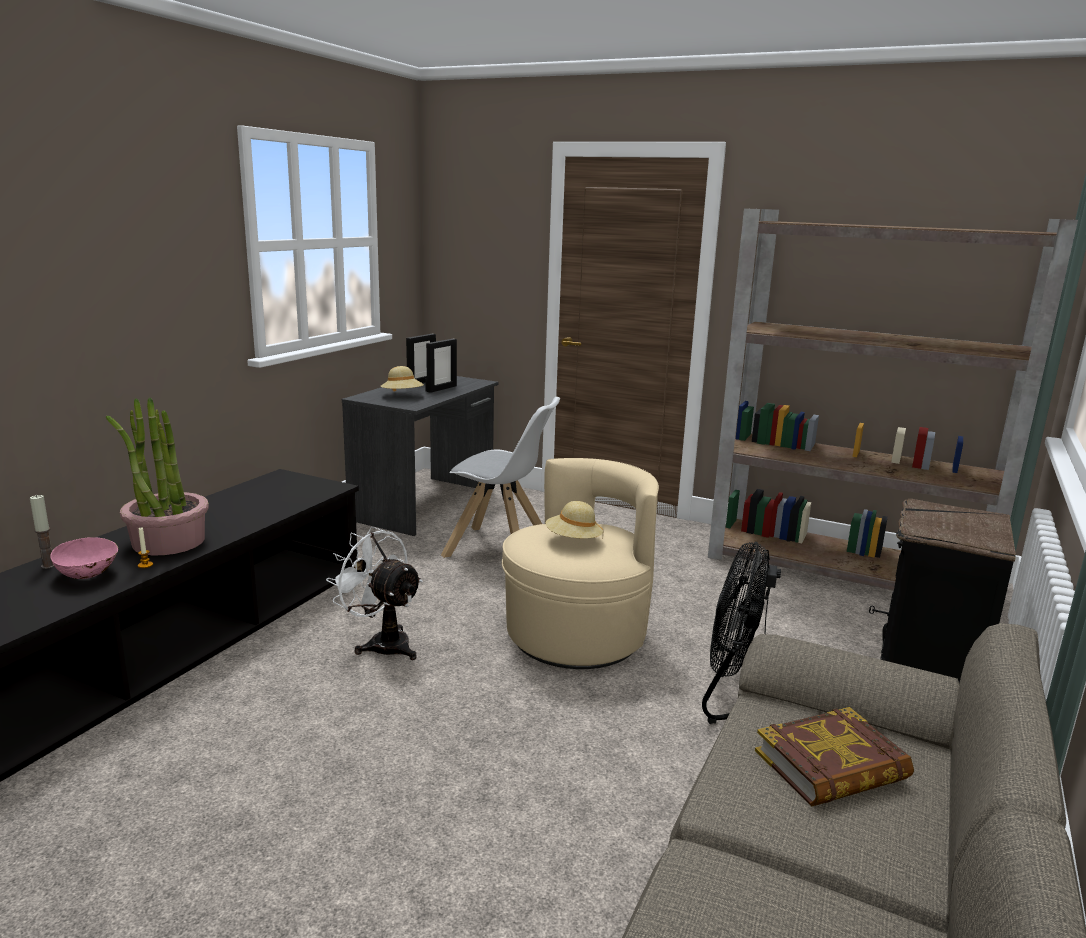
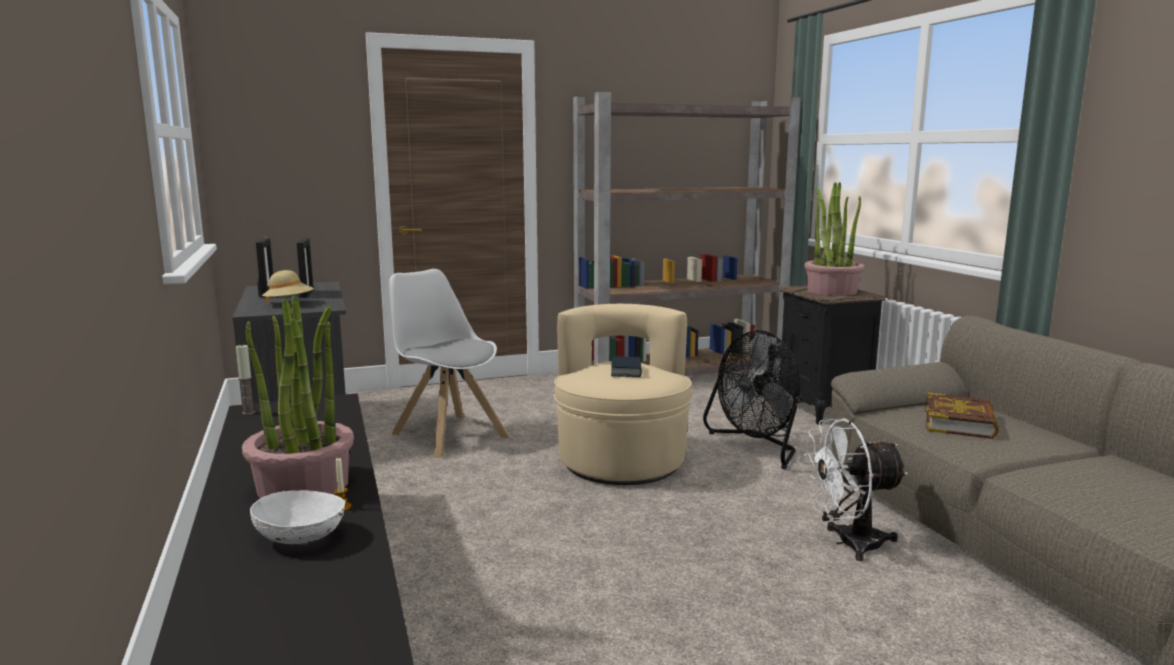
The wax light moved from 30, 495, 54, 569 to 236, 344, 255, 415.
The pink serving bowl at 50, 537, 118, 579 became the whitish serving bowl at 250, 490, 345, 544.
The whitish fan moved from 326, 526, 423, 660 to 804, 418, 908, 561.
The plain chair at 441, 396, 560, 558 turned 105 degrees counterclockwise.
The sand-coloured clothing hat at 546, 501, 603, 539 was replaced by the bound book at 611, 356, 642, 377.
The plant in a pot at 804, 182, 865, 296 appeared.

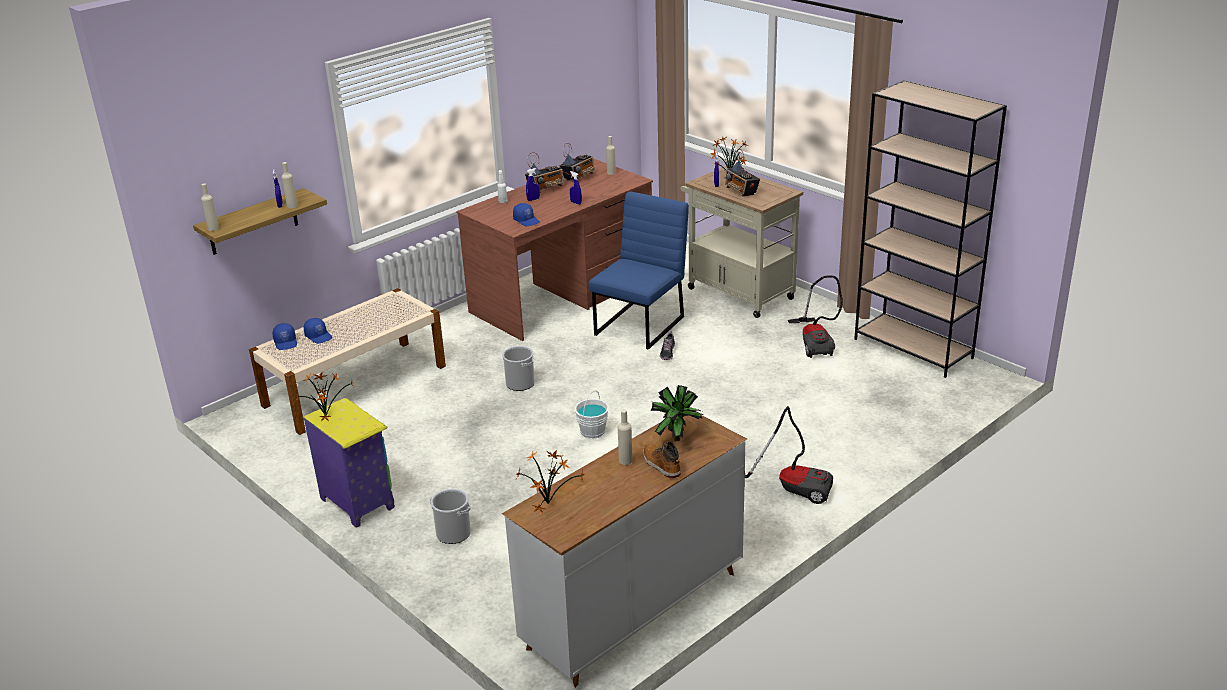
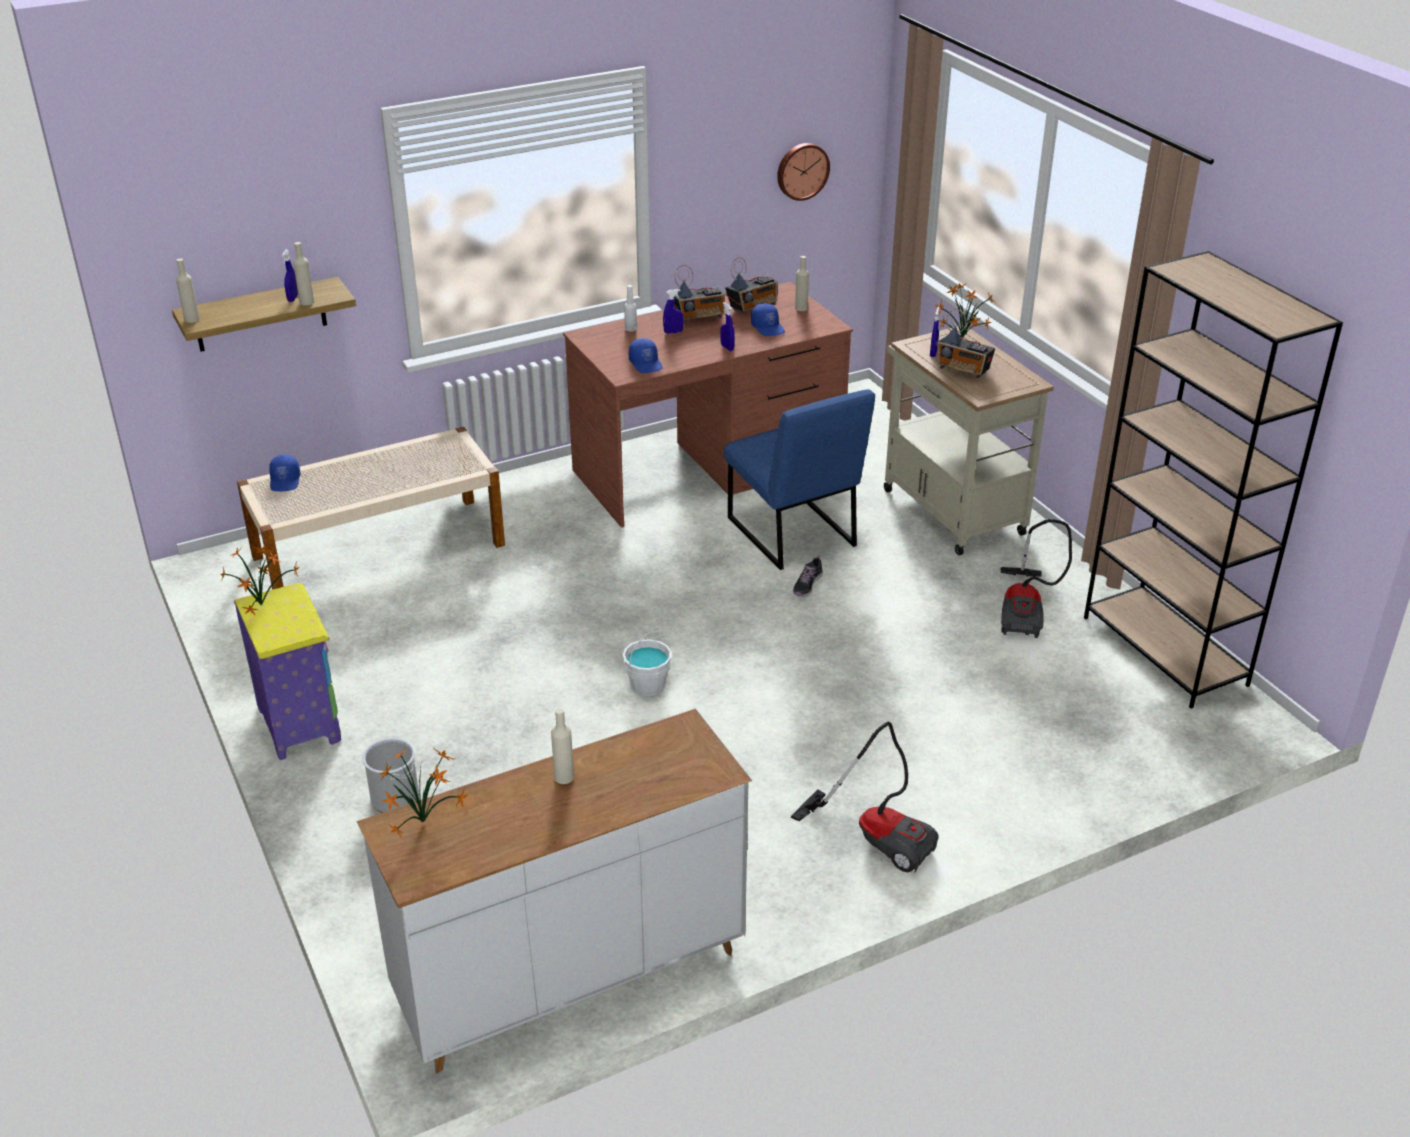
The blue cap moved from 304, 318, 333, 344 to 751, 303, 785, 336.
The bucket at 502, 346, 535, 391 disappeared.
The blue plain chair at 589, 192, 689, 350 turned 105 degrees clockwise.
The high-top boot at 643, 441, 681, 478 disappeared.
The plant in a pot at 650, 385, 703, 441 disappeared.
The radio receiver at 725, 149, 760, 196 turned 45 degrees counterclockwise.
The clock on the wall at 777, 143, 830, 201 appeared.

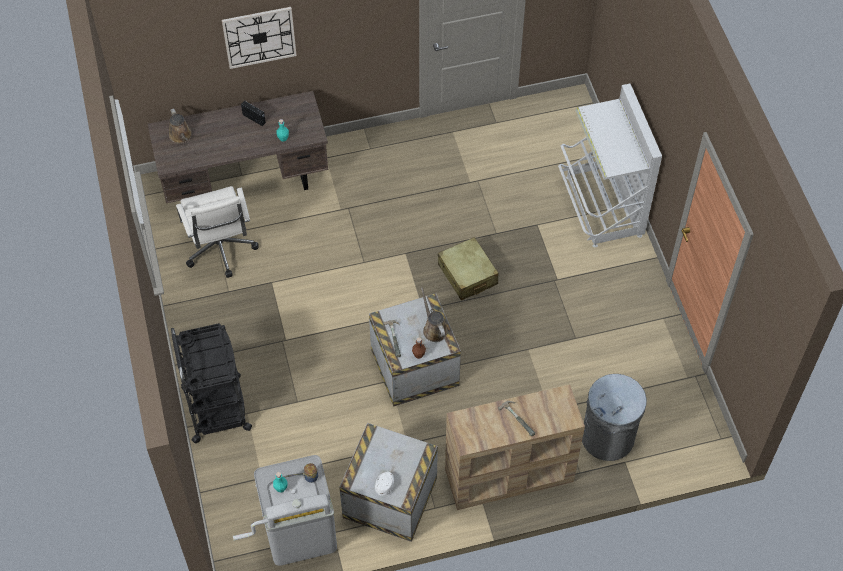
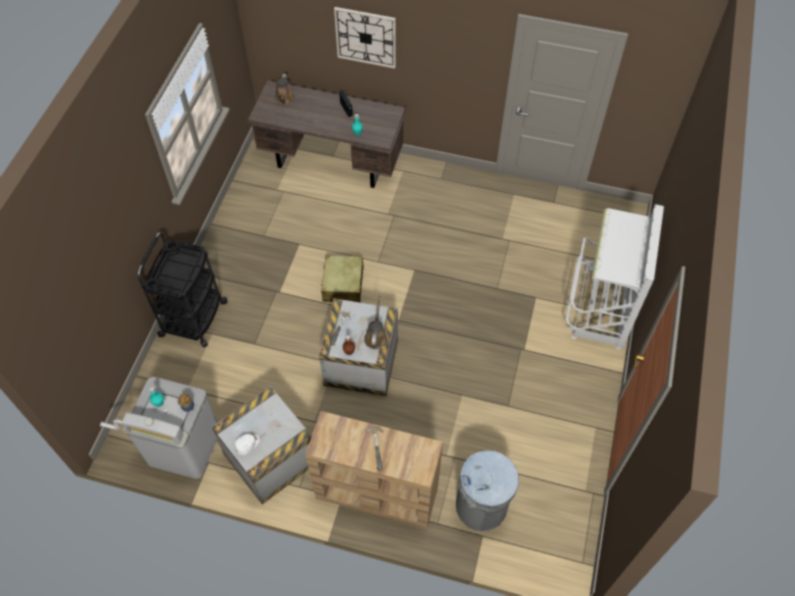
The whitish desk chair at 176, 186, 259, 278 disappeared.
The sand-coloured piece of luggage moved from 438, 237, 499, 300 to 321, 255, 364, 302.

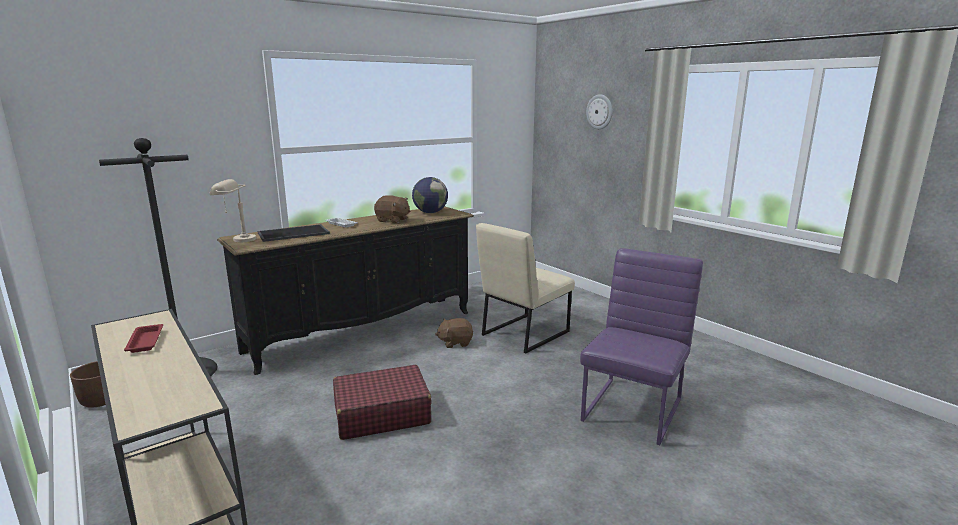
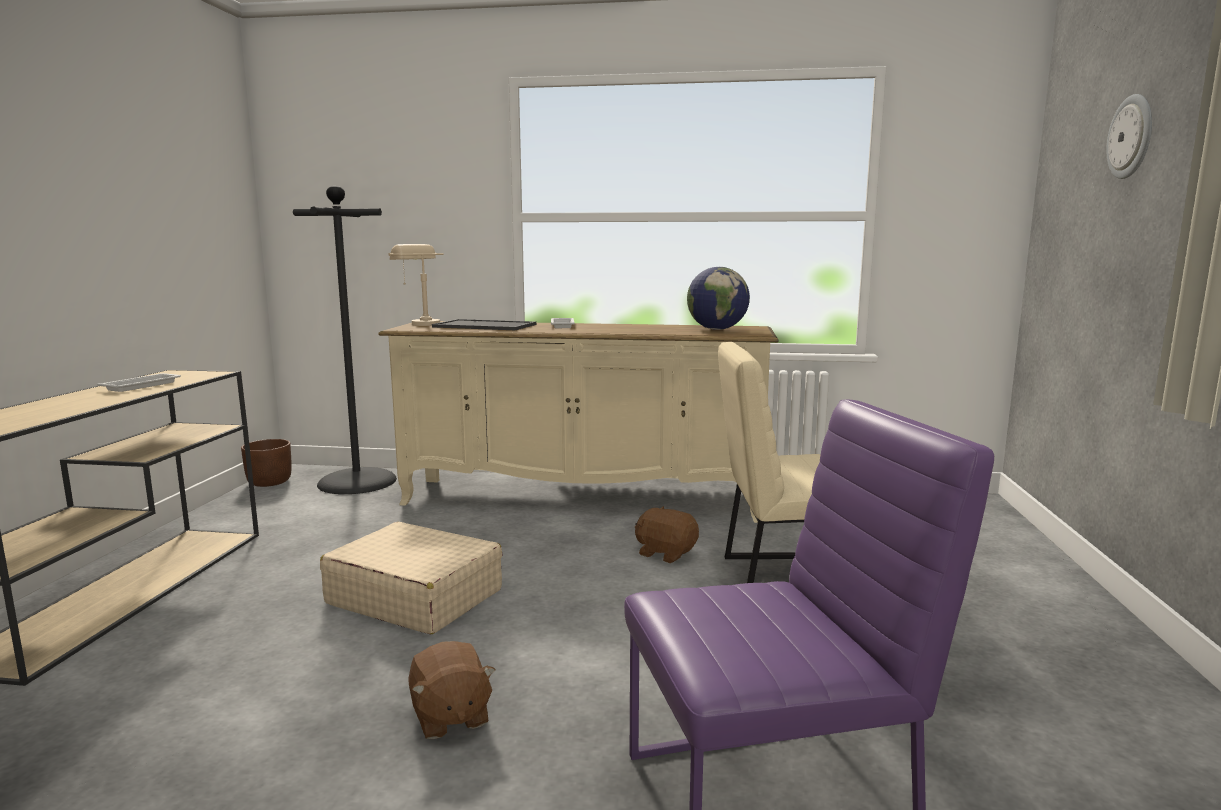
The reddish carrying tray at 124, 324, 163, 353 became the whitish carrying tray at 97, 373, 181, 392.
The black drawer chest at 217, 206, 474, 375 became the sand-coloured drawer chest at 378, 321, 779, 523.
The reddish piece of luggage at 333, 365, 432, 440 became the sand-coloured piece of luggage at 320, 522, 502, 635.
The brownish plush toy moved from 374, 195, 410, 223 to 408, 641, 495, 739.

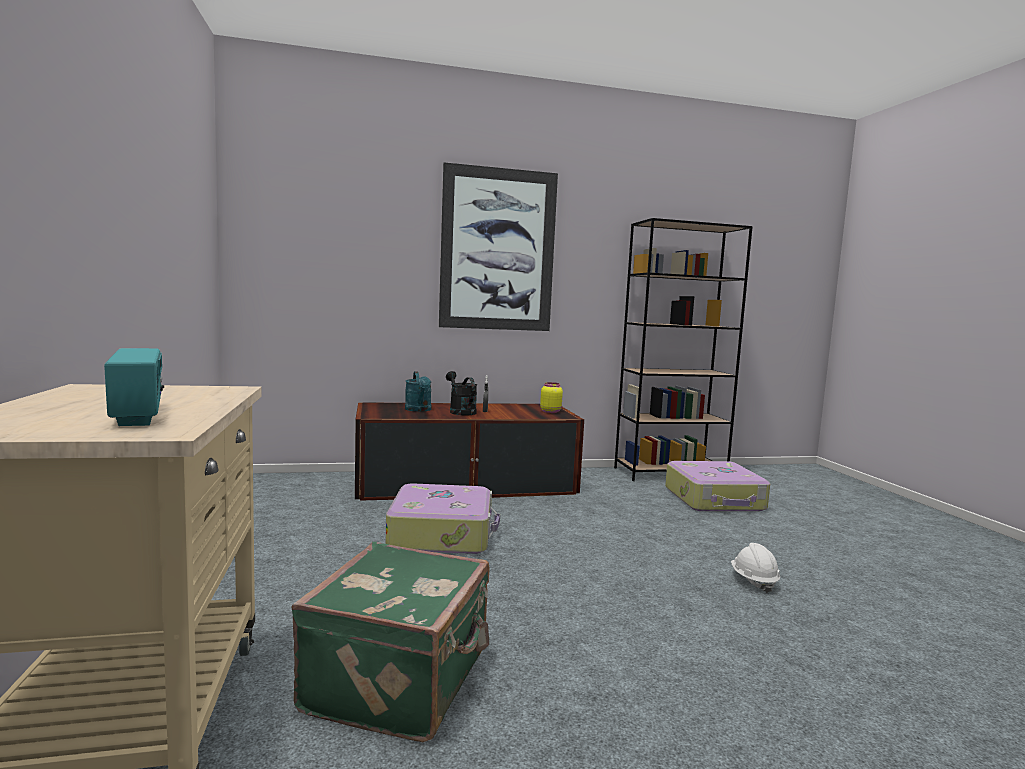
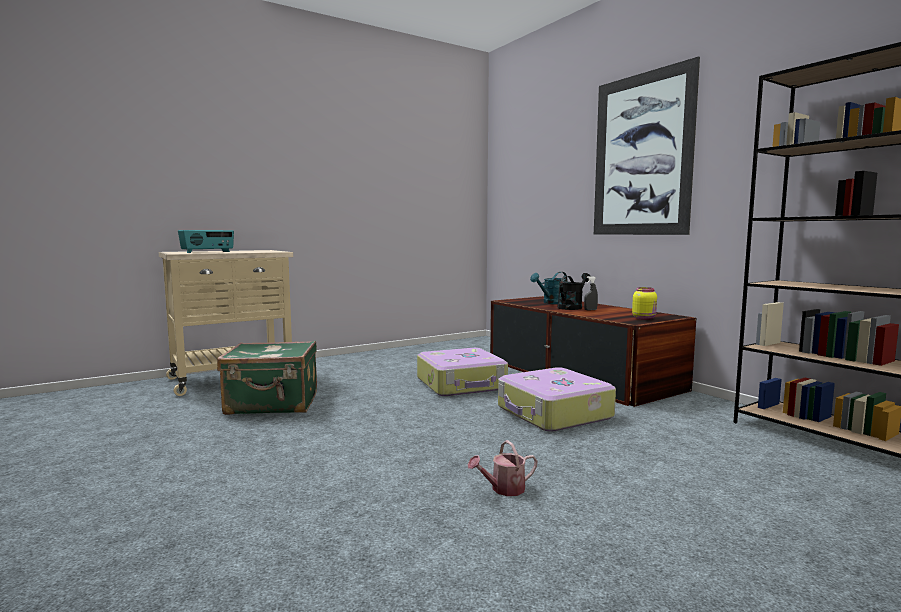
The piece of luggage moved from 665, 461, 770, 511 to 498, 367, 616, 432.
The whitish work helmet at 731, 543, 780, 593 was replaced by the watering pot at 468, 440, 537, 496.

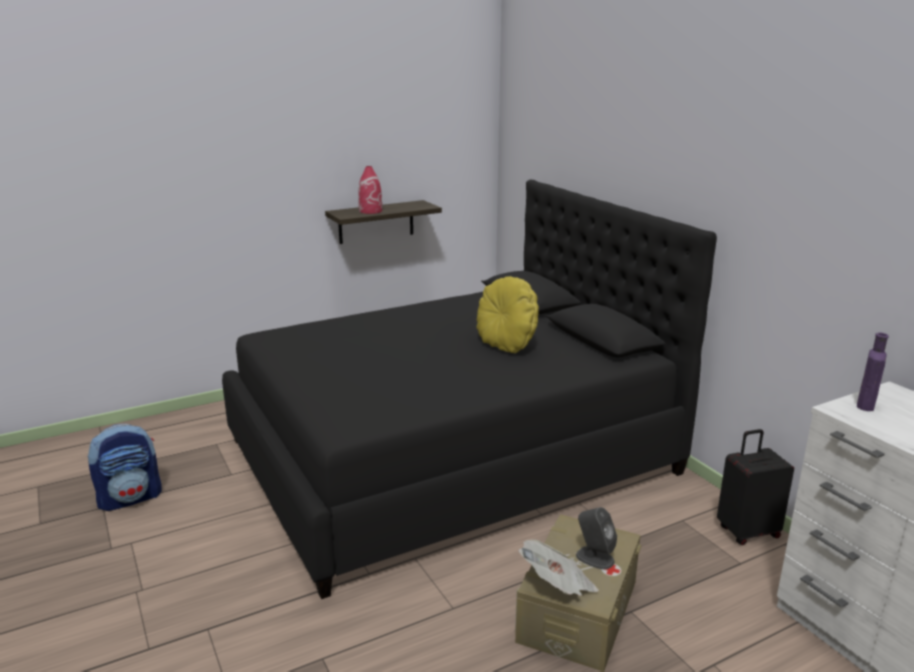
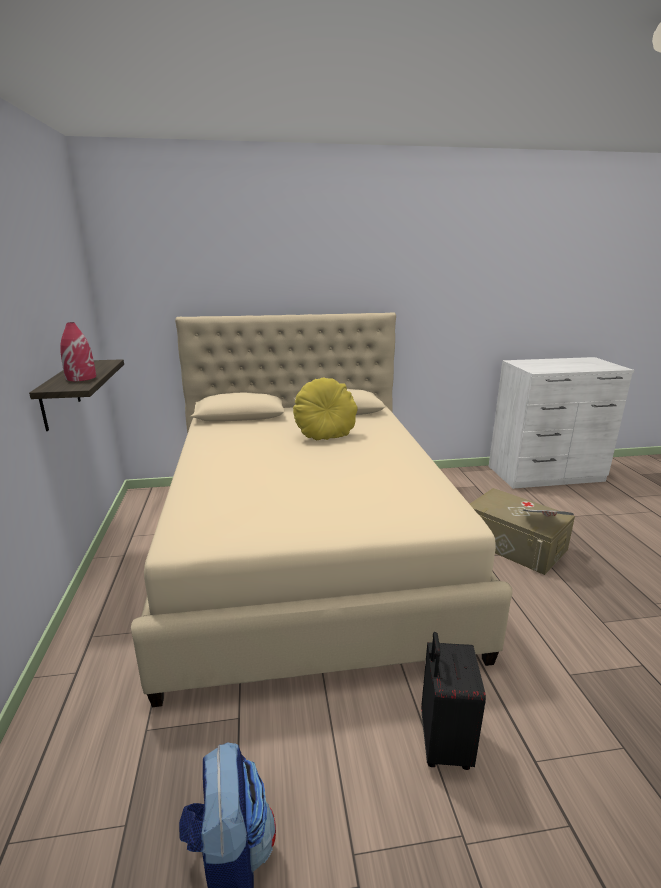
The black bedroom bed at 222, 180, 717, 599 became the sand-coloured bedroom bed at 131, 312, 513, 707.
The grey audio speaker at 576, 507, 617, 569 disappeared.
The black piece of luggage moved from 717, 429, 794, 545 to 421, 632, 486, 770.
The purple-coloured bottle at 857, 332, 889, 411 disappeared.

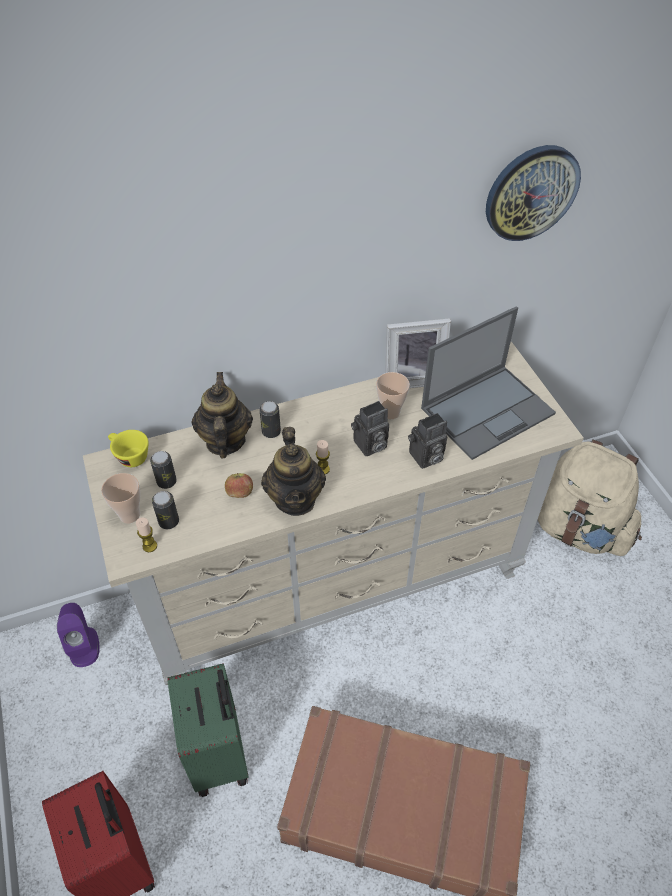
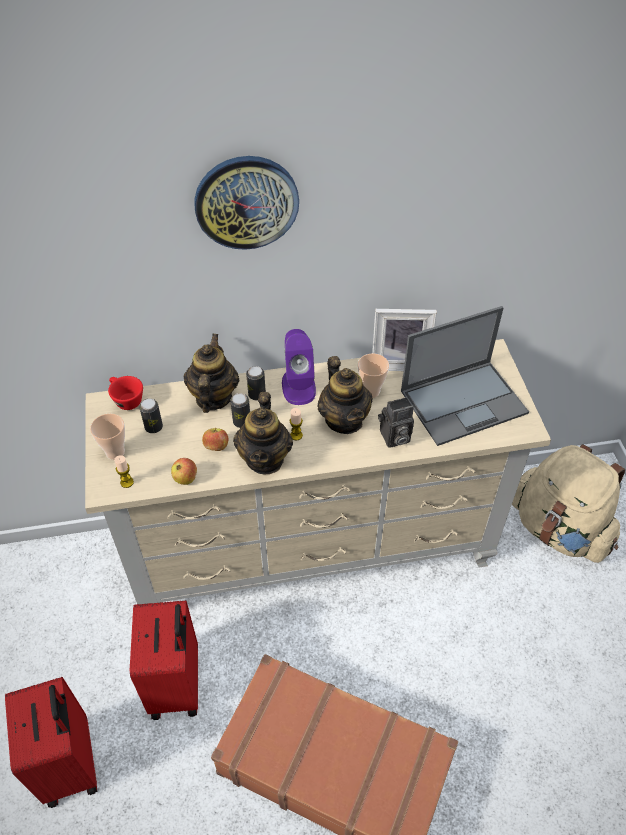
The purple-coloured audio speaker moved from 57, 603, 100, 667 to 282, 329, 316, 405.
The yellow-coloured drinking cup at 108, 430, 149, 467 became the reddish drinking cup at 108, 376, 143, 410.
The can moved from 152, 491, 179, 529 to 230, 393, 250, 428.
The greenish piece of luggage at 167, 663, 249, 797 became the reddish piece of luggage at 130, 600, 198, 720.
The photo camera at 351, 401, 389, 456 was replaced by the pot for tea at 318, 356, 373, 434.
The clock on the wall moved from 486, 145, 581, 241 to 195, 156, 299, 250.
The whole apple at 171, 458, 197, 485 appeared.

